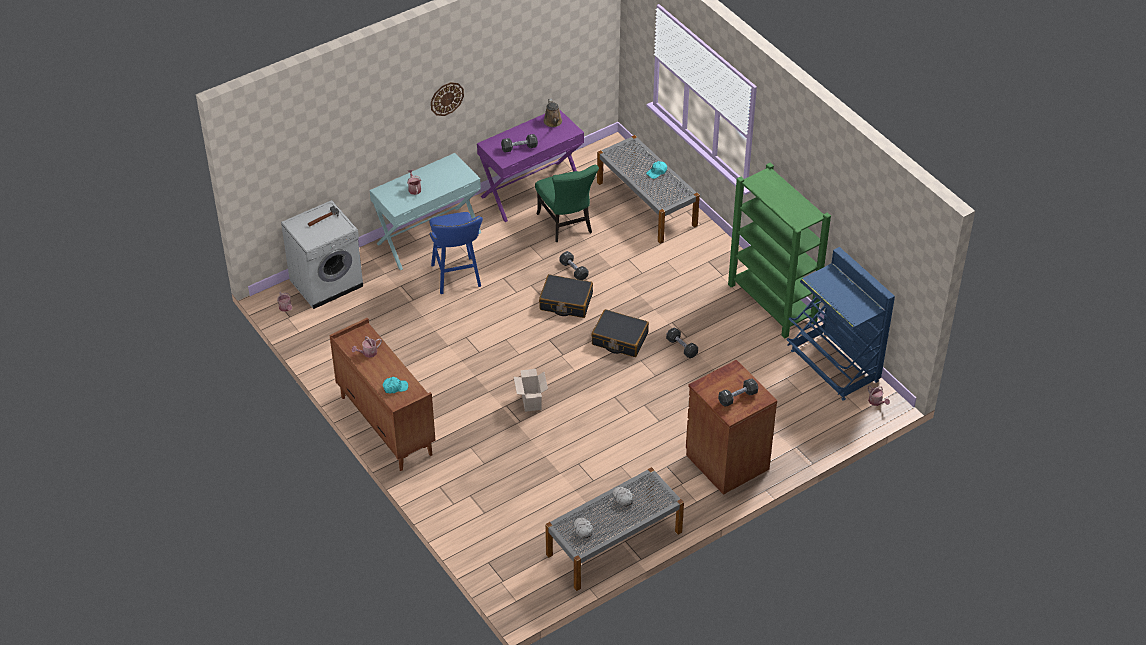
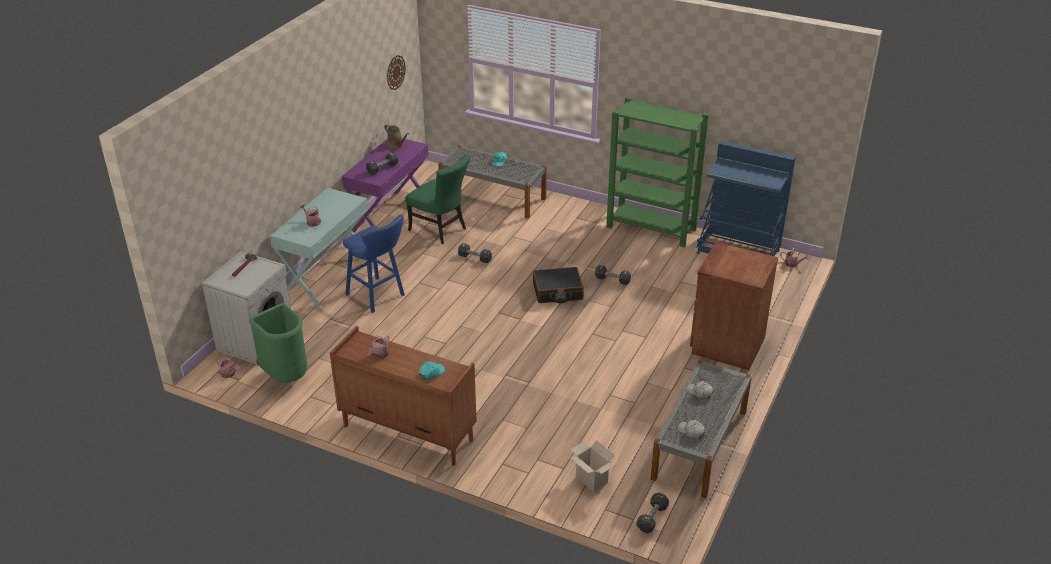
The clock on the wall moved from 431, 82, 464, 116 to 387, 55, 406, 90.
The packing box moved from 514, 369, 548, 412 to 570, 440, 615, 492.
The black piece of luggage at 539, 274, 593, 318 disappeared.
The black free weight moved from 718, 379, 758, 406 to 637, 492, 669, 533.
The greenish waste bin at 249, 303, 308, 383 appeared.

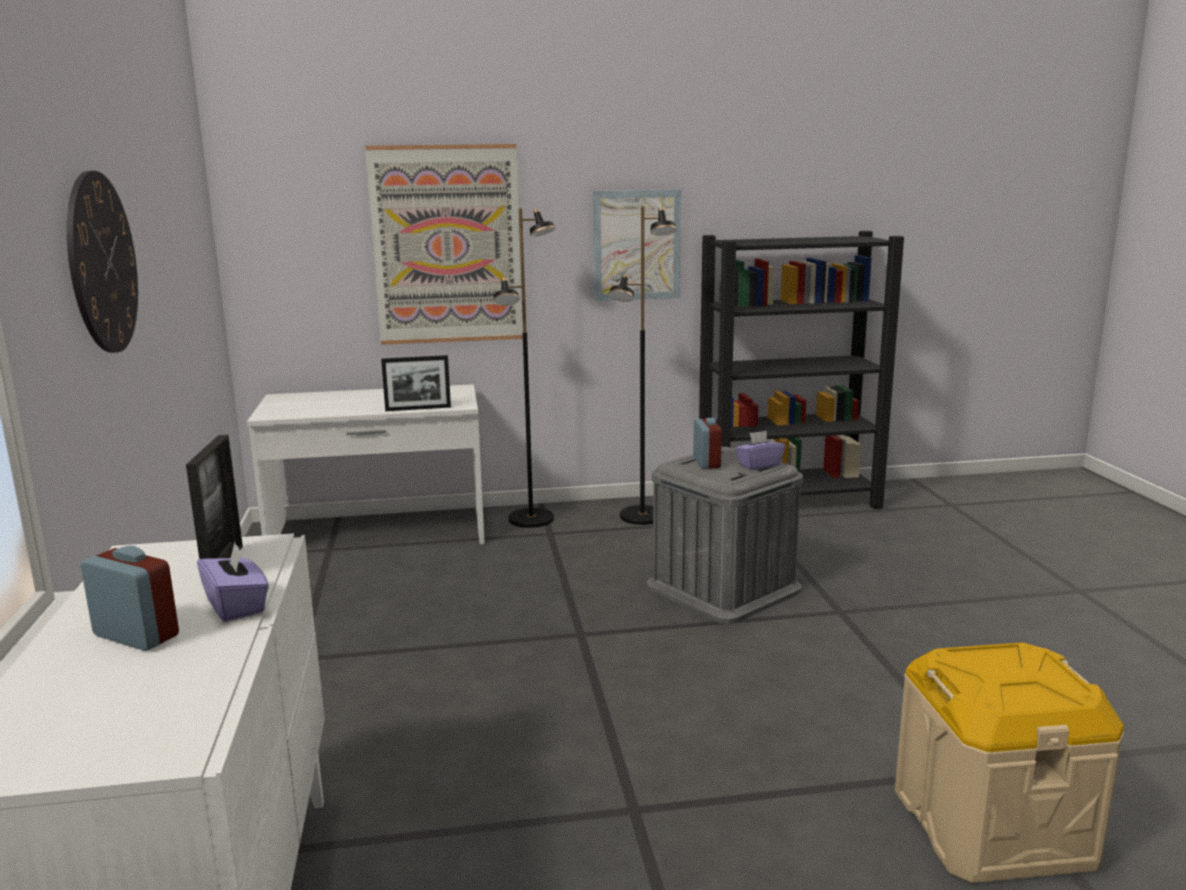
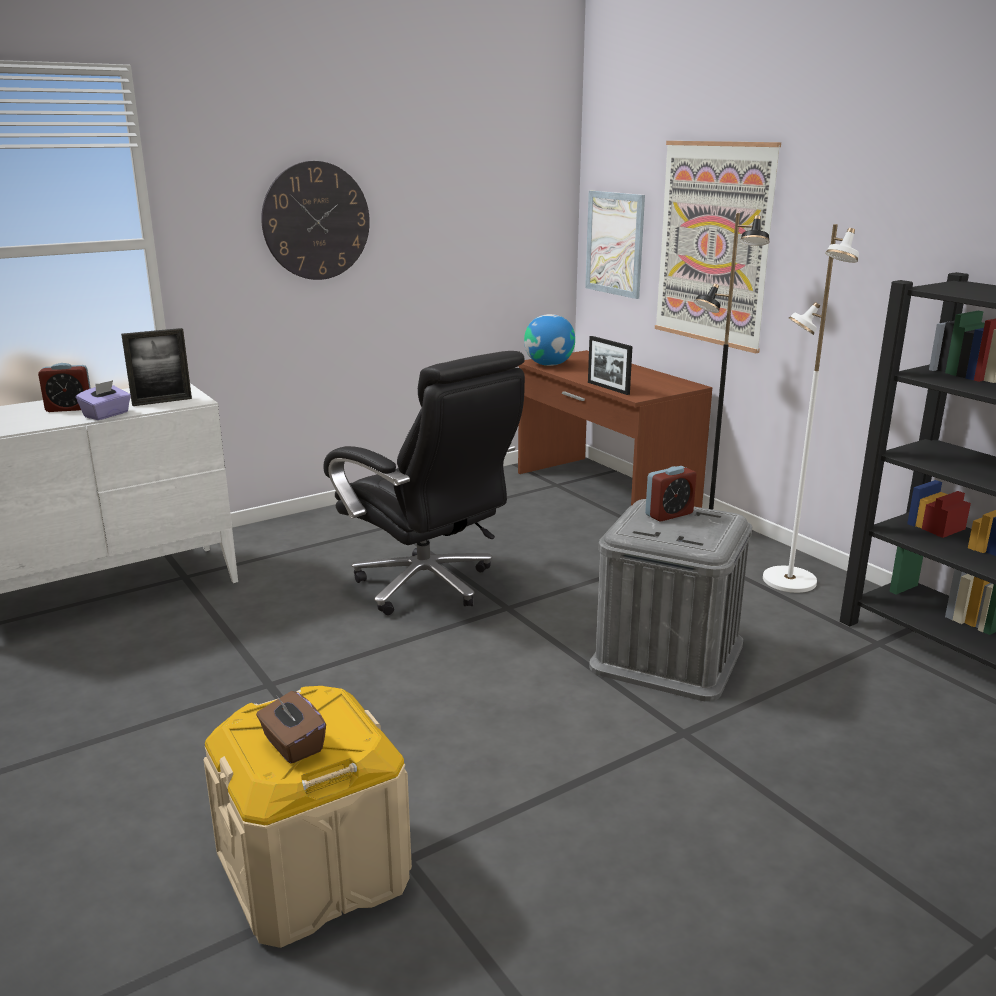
The alarm clock at 81, 546, 179, 651 turned 75 degrees clockwise.
The whitish desk table at 247, 384, 485, 544 became the brownish desk table at 518, 350, 712, 508.
The picture moved from 593, 189, 681, 301 to 585, 191, 645, 299.
The black floor lamp at 608, 206, 677, 525 became the whitish floor lamp at 763, 224, 859, 593.
The purple-coloured box of tissues at 735, 431, 785, 470 disappeared.
The brownish box of tissues at 256, 691, 326, 764 appeared.
The black desk chair at 323, 351, 525, 615 appeared.
The globe at 524, 314, 575, 366 appeared.

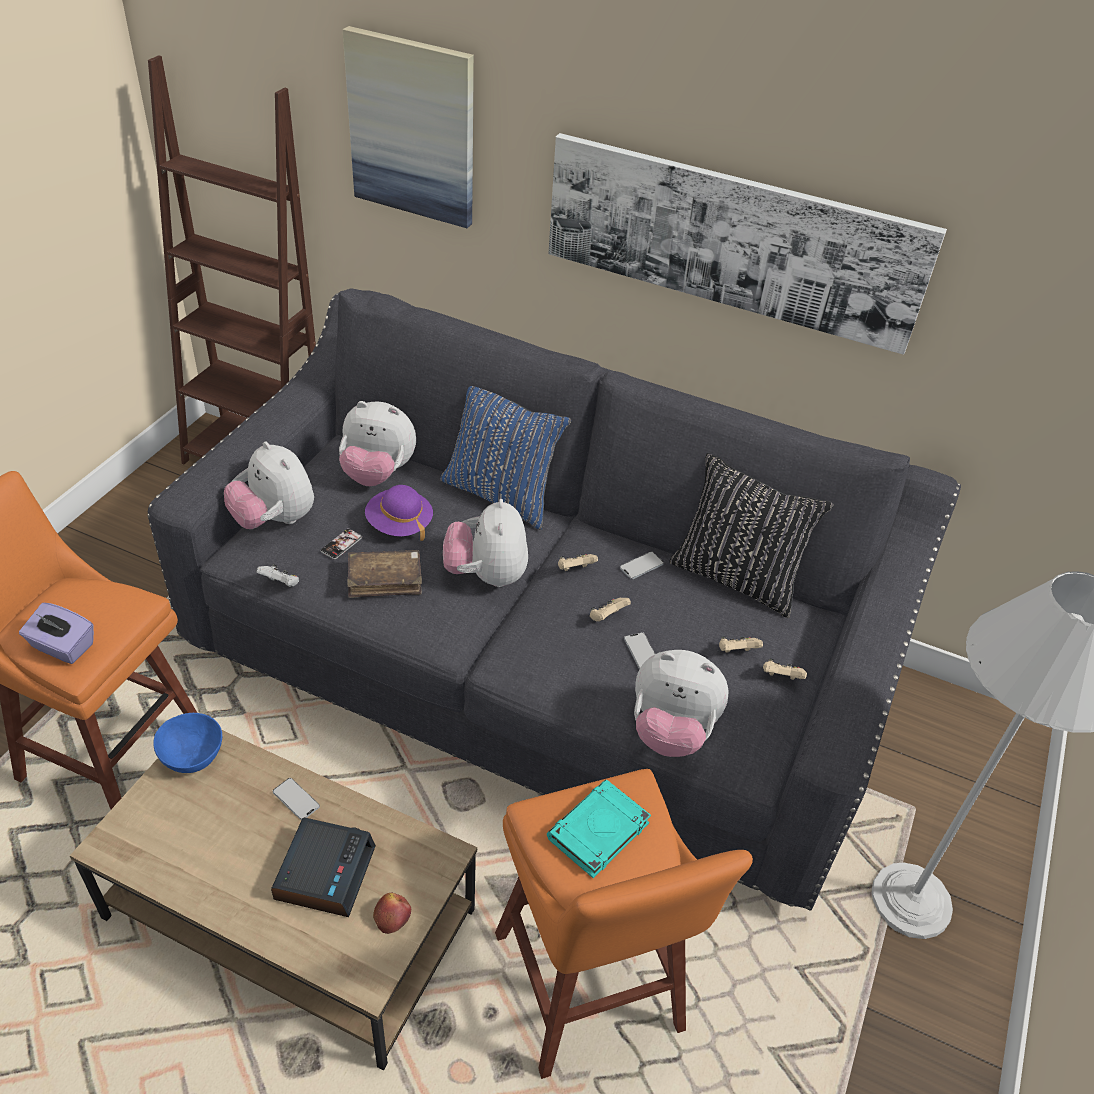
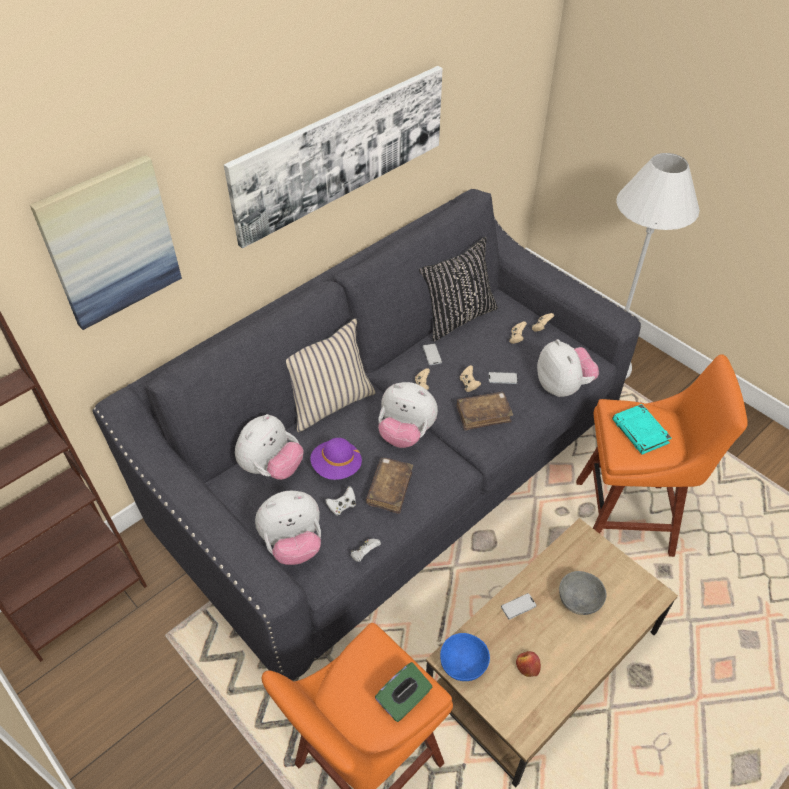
The purple-coloured box of tissues at 19, 603, 94, 664 became the greenish box of tissues at 375, 662, 432, 722.
The alarm clock at 271, 818, 376, 917 was replaced by the grey serving bowl at 559, 571, 607, 615.
The phone at 321, 528, 362, 559 was replaced by the whitish joypad at 325, 486, 356, 516.
The whole apple moved from 373, 893, 411, 934 to 516, 651, 541, 677.
The blue throw pillow at 440, 386, 571, 530 became the sand-coloured throw pillow at 286, 318, 376, 432.
The plush toy at 634, 650, 729, 757 turned 60 degrees counterclockwise.
The brownish bound book at 457, 391, 513, 430 appeared.

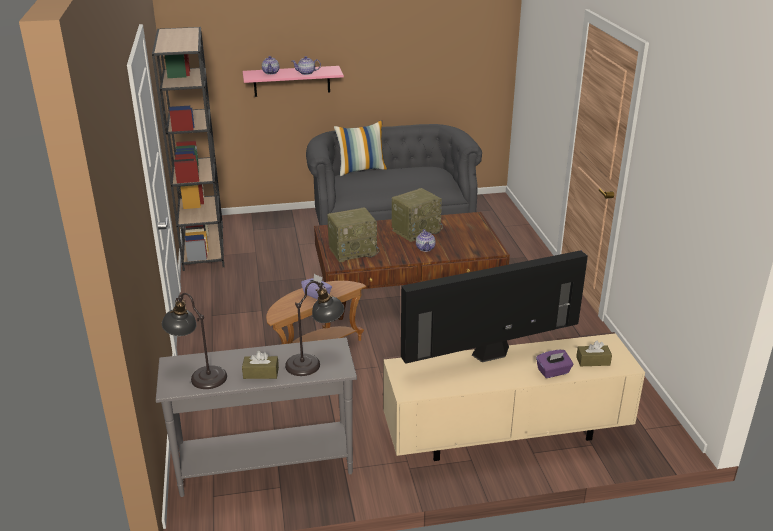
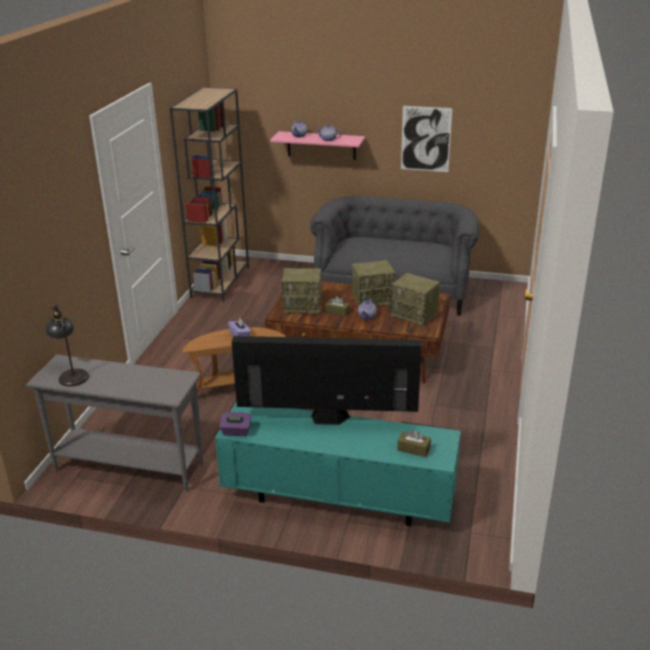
The brownish box of tissues moved from 242, 351, 279, 379 to 325, 296, 350, 317.
The grey table lamp at 285, 281, 344, 376 disappeared.
The throw pillow at 334, 120, 387, 176 disappeared.
The sand-coloured tv unit at 383, 332, 645, 461 became the blue-green tv unit at 215, 402, 461, 526.
The purple-coloured box of tissues moved from 536, 350, 573, 378 to 219, 412, 252, 436.
The radio receiver at 390, 273, 440, 326 appeared.
The picture at 401, 106, 452, 172 appeared.

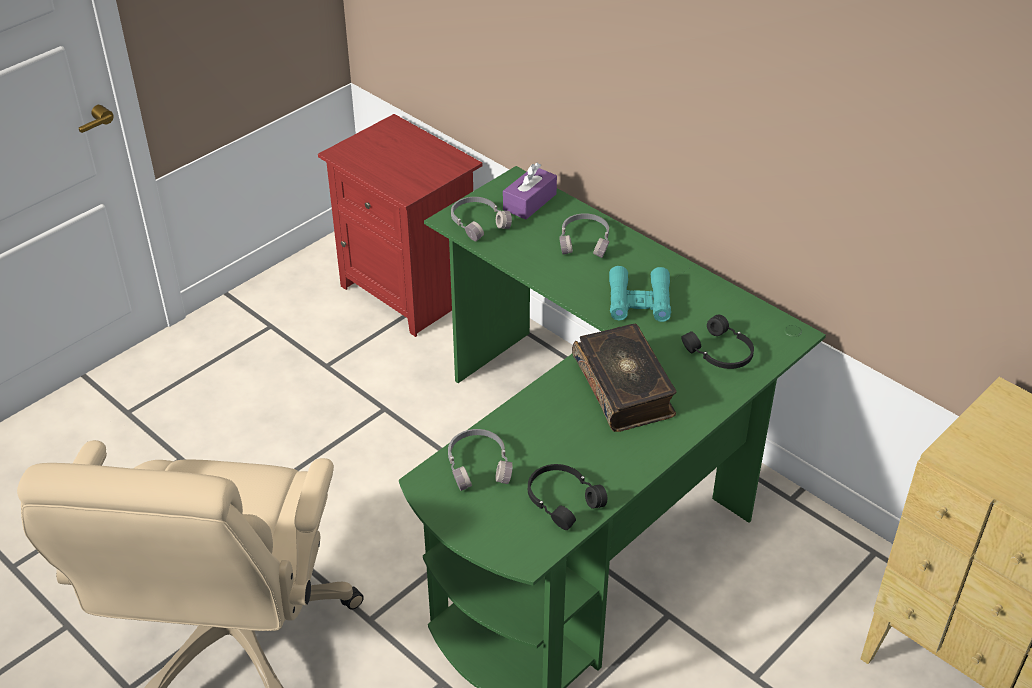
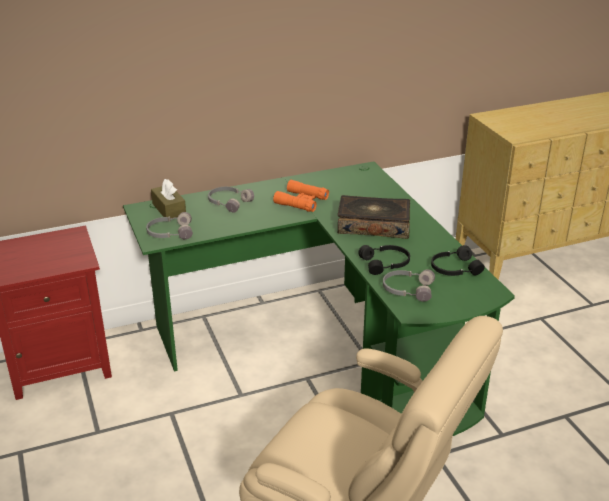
The purple-coloured box of tissues at 503, 163, 557, 220 became the brownish box of tissues at 151, 179, 186, 218.
The blue-green binoculars at 609, 266, 671, 322 became the orangey binoculars at 273, 180, 329, 212.
The black headset moved from 681, 315, 754, 369 to 358, 245, 410, 275.

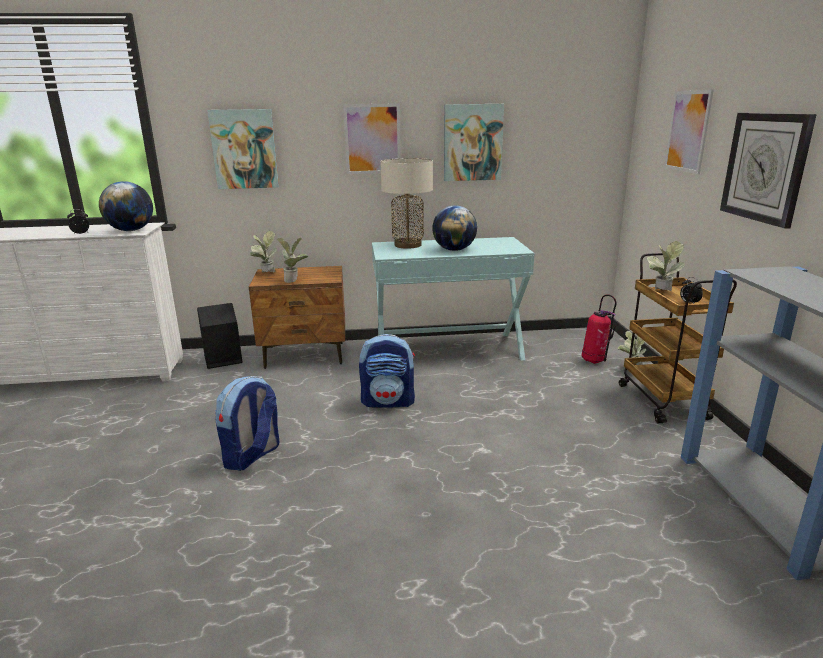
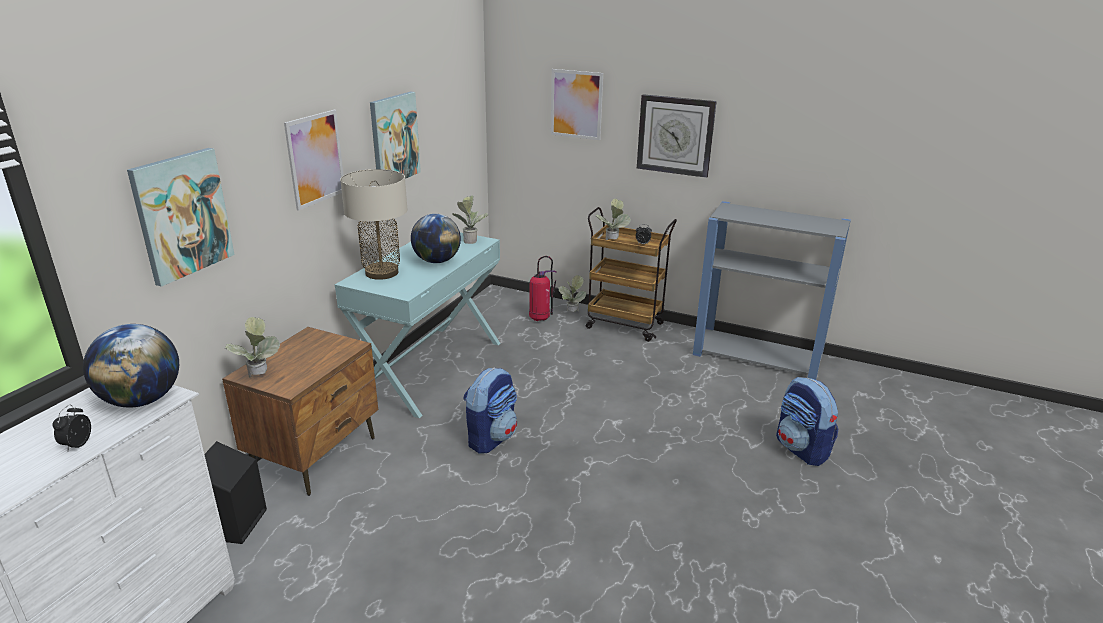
The knapsack moved from 216, 376, 280, 471 to 776, 377, 838, 466.
The plant in a pot moved from 277, 238, 308, 283 to 452, 195, 488, 244.

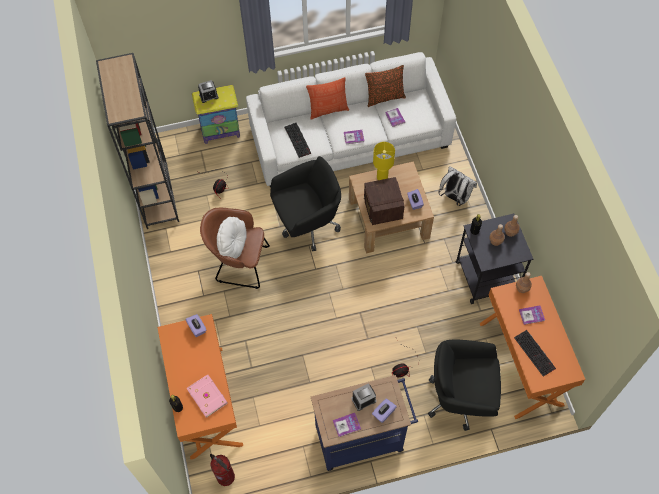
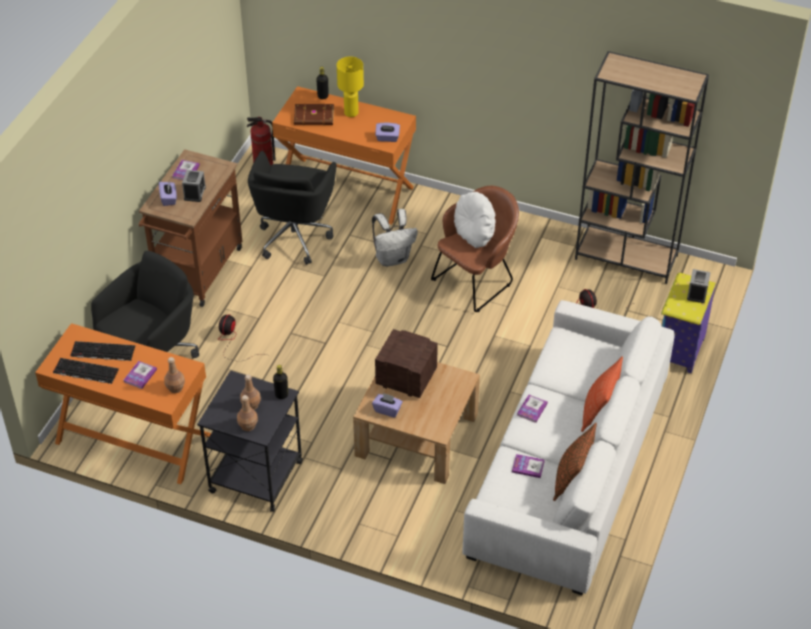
The pink bound book at 187, 374, 228, 418 became the brownish bound book at 294, 104, 334, 125.
The black desk chair moved from 270, 156, 341, 251 to 248, 151, 337, 265.
The computer keyboard moved from 284, 123, 311, 158 to 53, 358, 119, 384.
The blue wheeled cart at 311, 375, 418, 471 became the brownish wheeled cart at 139, 149, 242, 307.
The yellow-coloured table lamp moved from 373, 142, 395, 180 to 337, 56, 364, 117.
The whitish knapsack moved from 438, 166, 477, 206 to 372, 209, 418, 267.

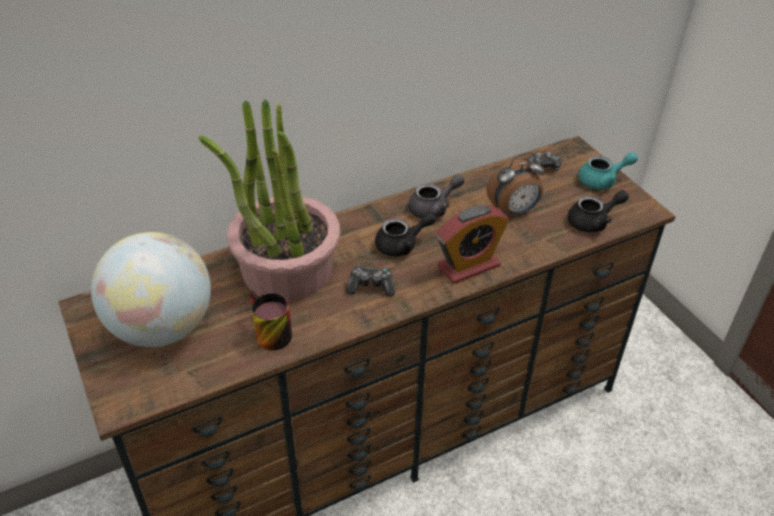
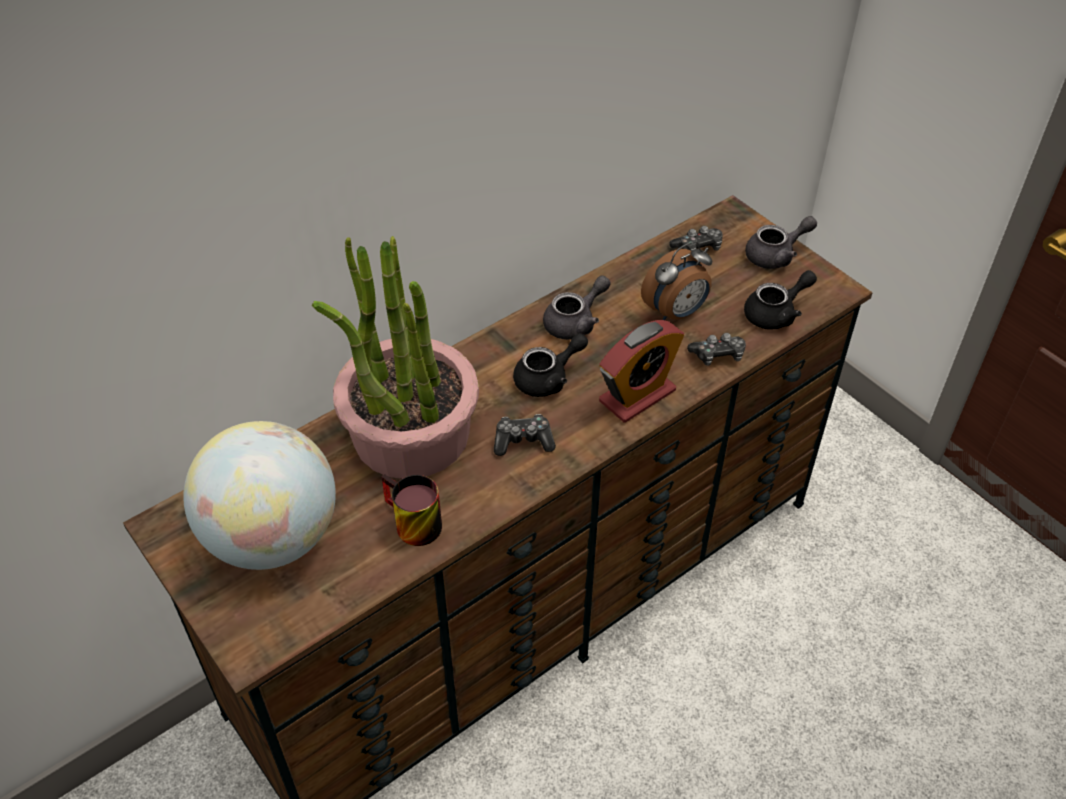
The blue-green pot for tea at 578, 152, 638, 189 became the grey pot for tea at 745, 216, 817, 269.
The joypad at 687, 333, 746, 366 appeared.

